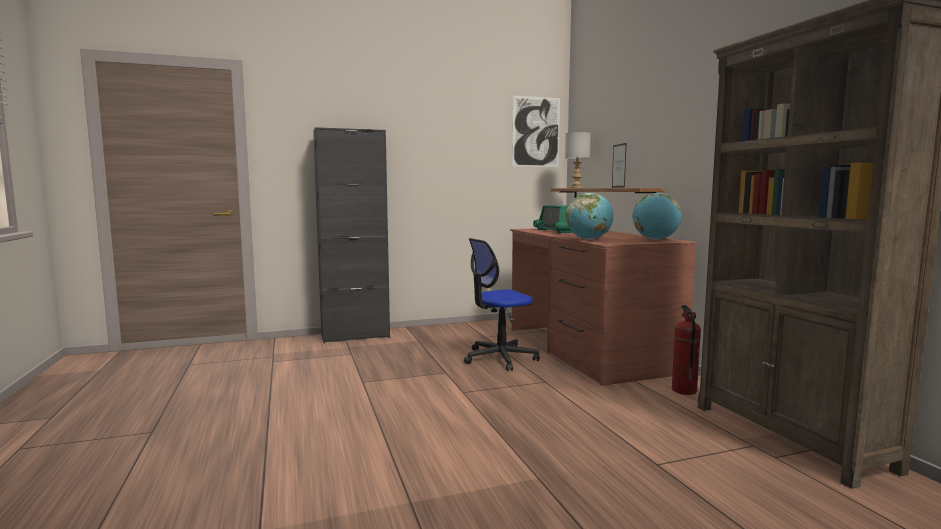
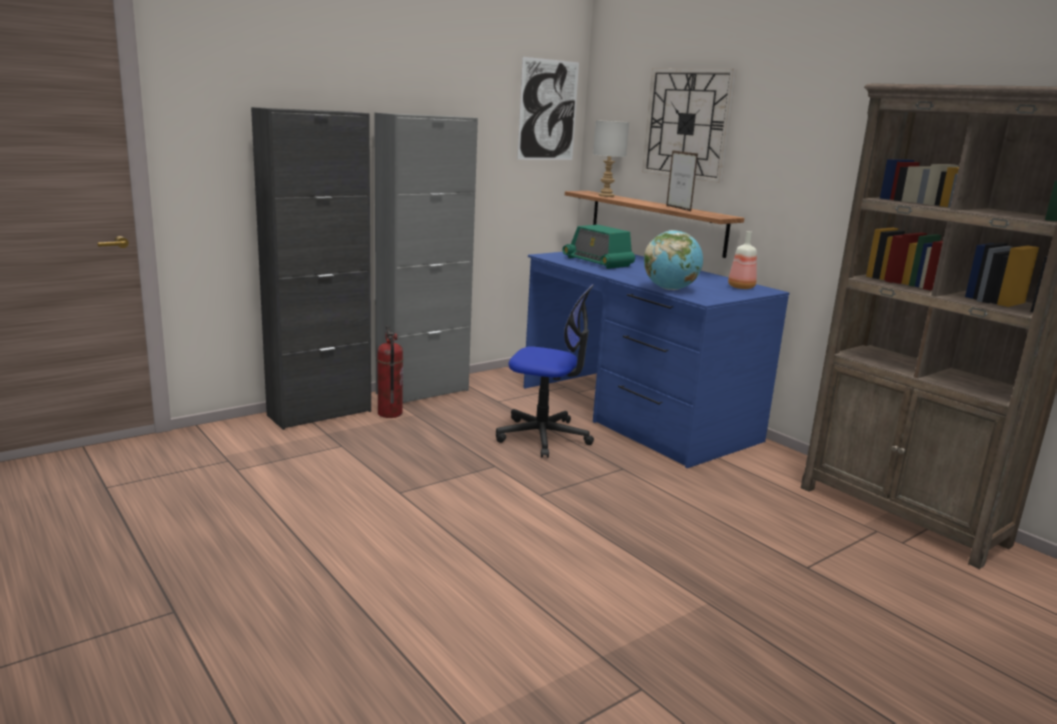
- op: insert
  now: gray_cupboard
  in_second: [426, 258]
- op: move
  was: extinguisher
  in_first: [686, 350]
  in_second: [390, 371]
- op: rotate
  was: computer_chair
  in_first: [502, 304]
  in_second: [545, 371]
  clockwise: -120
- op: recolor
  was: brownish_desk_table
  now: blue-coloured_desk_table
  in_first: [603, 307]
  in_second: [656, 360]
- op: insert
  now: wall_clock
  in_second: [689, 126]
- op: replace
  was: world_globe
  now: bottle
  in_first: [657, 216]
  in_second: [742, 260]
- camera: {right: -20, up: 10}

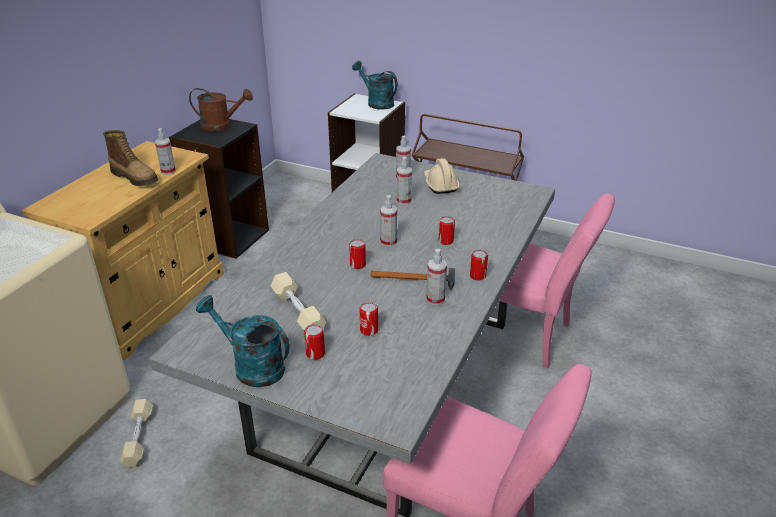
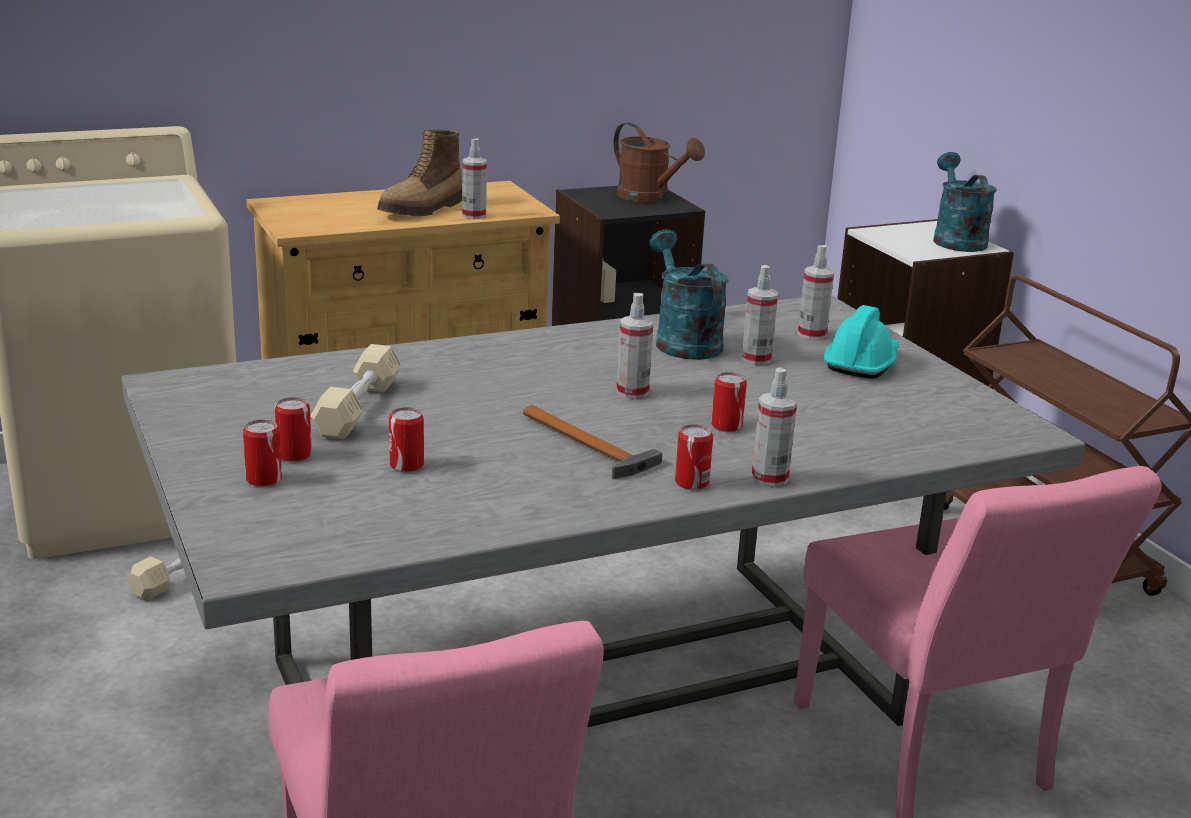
- op: move
  was: sealed_can
  in_first: [357, 254]
  in_second: [262, 453]
- op: rotate
  was: high-top_boot
  in_first: [130, 158]
  in_second: [419, 172]
  clockwise: 45
- op: move
  was: blue-green_sprinkling_can
  in_first: [243, 341]
  in_second: [688, 294]
- op: move
  was: sprayer
  in_first: [436, 277]
  in_second: [774, 427]
- op: recolor
  was: beige-coloured_hard_hat
  now: blue-green_hard_hat
  in_first: [442, 176]
  in_second: [861, 342]
- camera: {right: 40, up: -10}

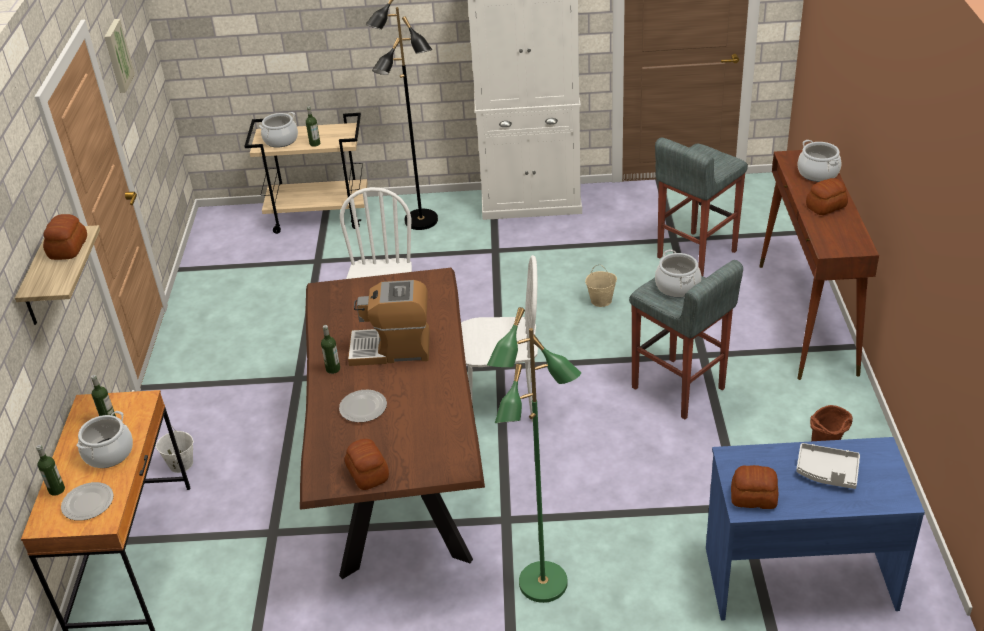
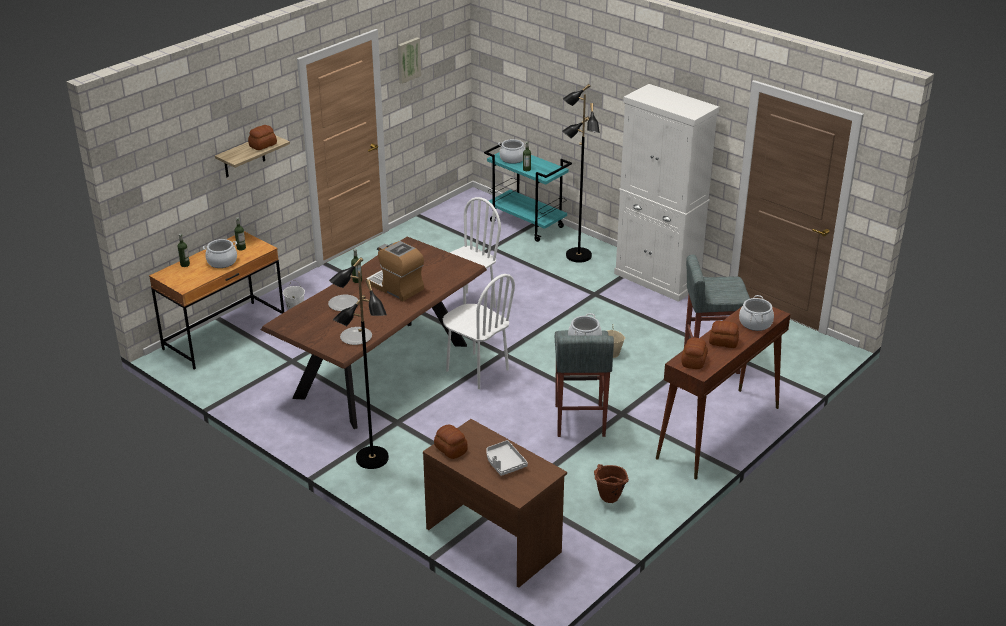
- op: recolor
  was: green_floor_lamp
  now: blackish_floor_lamp
  in_first: [534, 455]
  in_second: [359, 363]
- op: move
  was: flat_dish
  in_first: [87, 501]
  in_second: [356, 336]
- op: recolor
  was: blue-coloured_desk_table
  now: brownish_desk_table
  in_first: [815, 529]
  in_second: [495, 503]
- op: recolor
  was: beige-coloured_cart
  now: blue-green_cart
  in_first: [306, 173]
  in_second: [528, 190]
- op: move
  was: bakery_bread
  in_first: [366, 464]
  in_second: [694, 353]
- camera: {right: 40, up: -5}

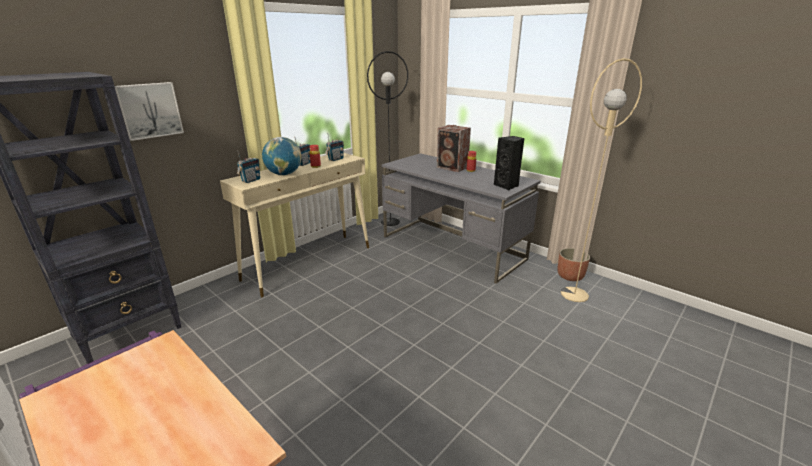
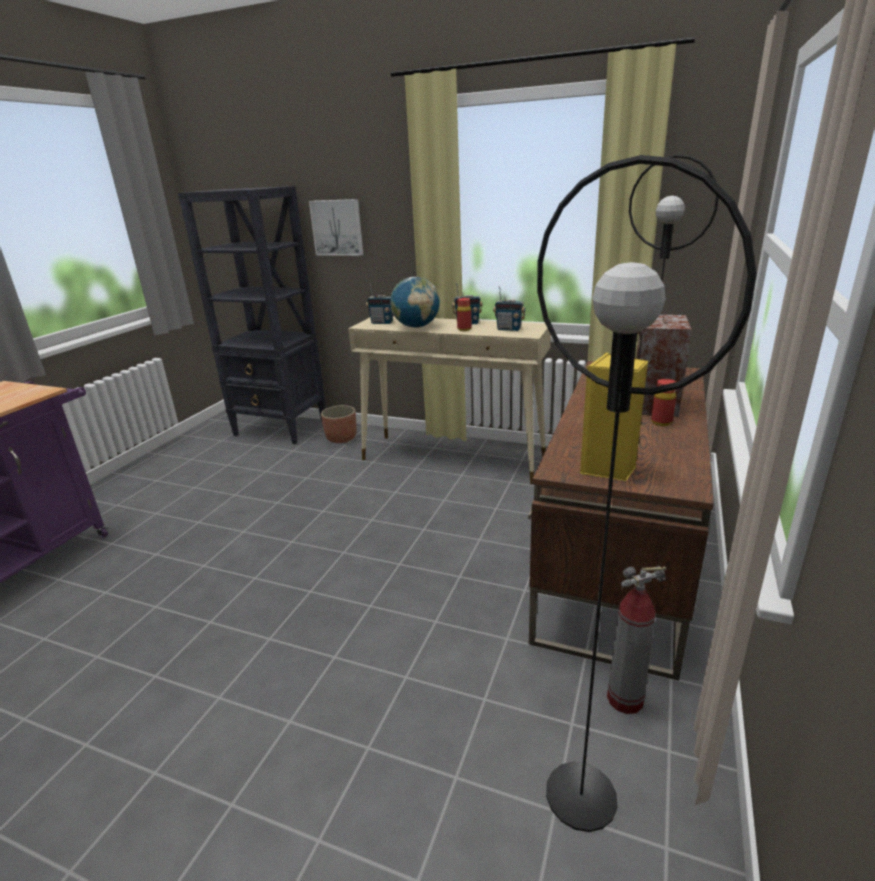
- op: move
  was: planter
  in_first: [574, 264]
  in_second: [339, 424]
- op: recolor
  was: gray_desk_table
  now: brownish_desk_table
  in_first: [461, 218]
  in_second: [621, 521]
- op: recolor
  was: beige-coloured_floor_lamp
  now: blackish_floor_lamp
  in_first: [601, 180]
  in_second: [647, 493]
- op: recolor
  was: blackish_speaker
  now: yellow-coloured_speaker
  in_first: [509, 163]
  in_second: [614, 417]
- op: insert
  now: extinguisher
  in_second: [637, 640]
- camera: {right: 70, up: 0}

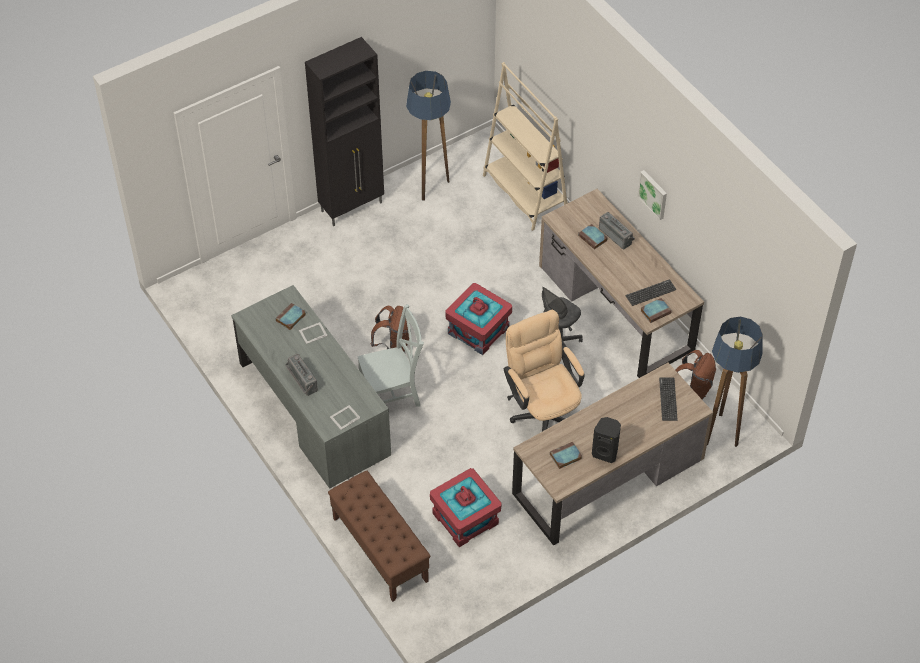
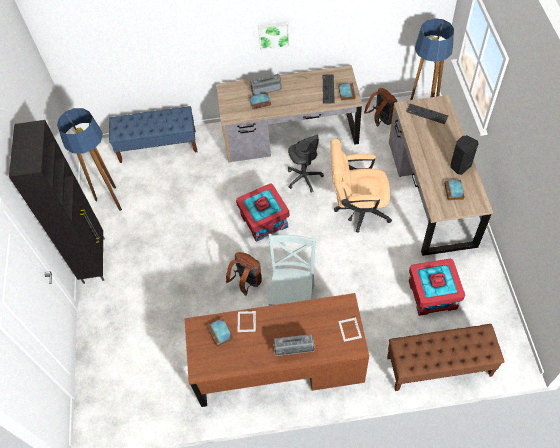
- op: replace
  was: beige-coloured_bookshelf
  now: blue-coloured_bench
  in_first: [525, 146]
  in_second: [153, 134]
- op: recolor
  was: gray_desk_table
  now: brownish_desk_table
  in_first: [311, 387]
  in_second: [277, 350]
- camera: {right: -60, up: 5}

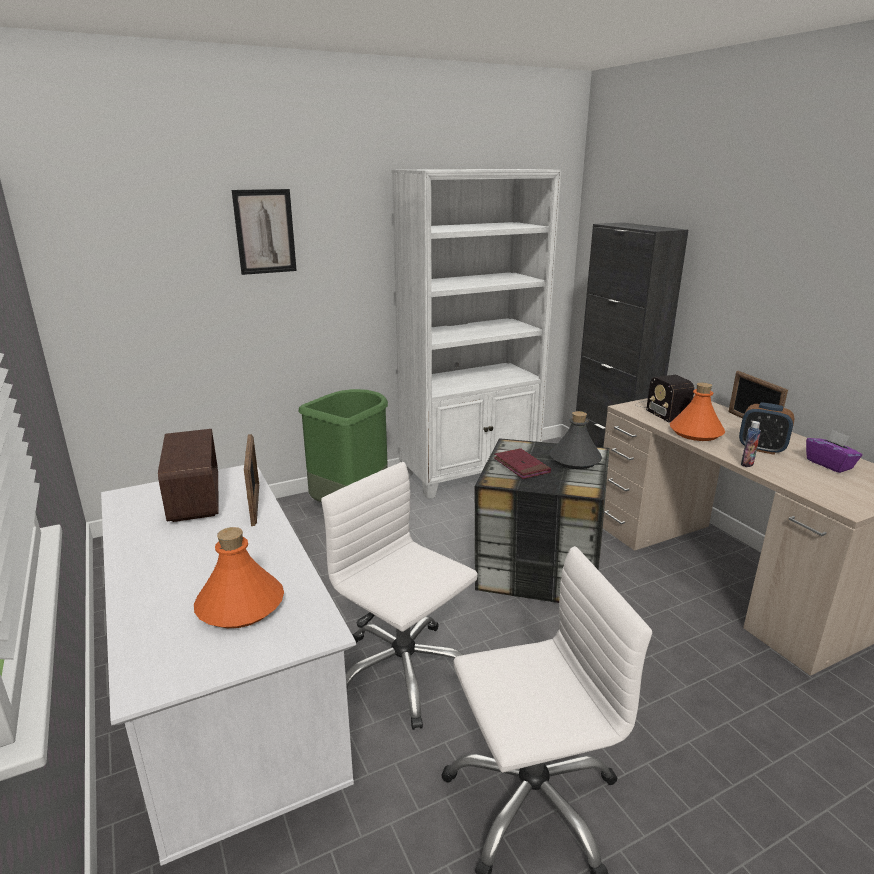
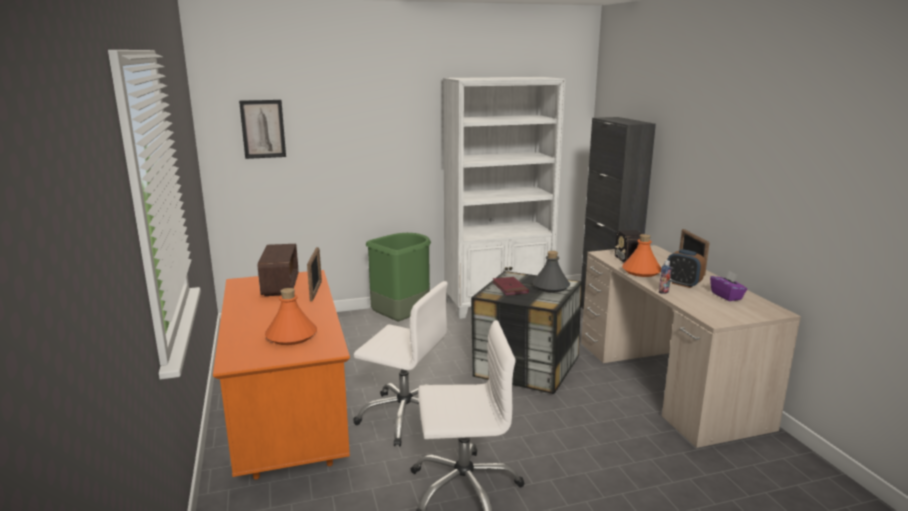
- op: recolor
  was: white_desk_table
  now: orange_desk_table
  in_first: [228, 665]
  in_second: [281, 375]
- op: move
  was: picture
  in_first: [264, 232]
  in_second: [262, 129]
- op: rotate
  was: white_computer_chair
  in_first: [399, 596]
  in_second: [400, 363]
  clockwise: 150
- camera: {right: 10, up: -5}

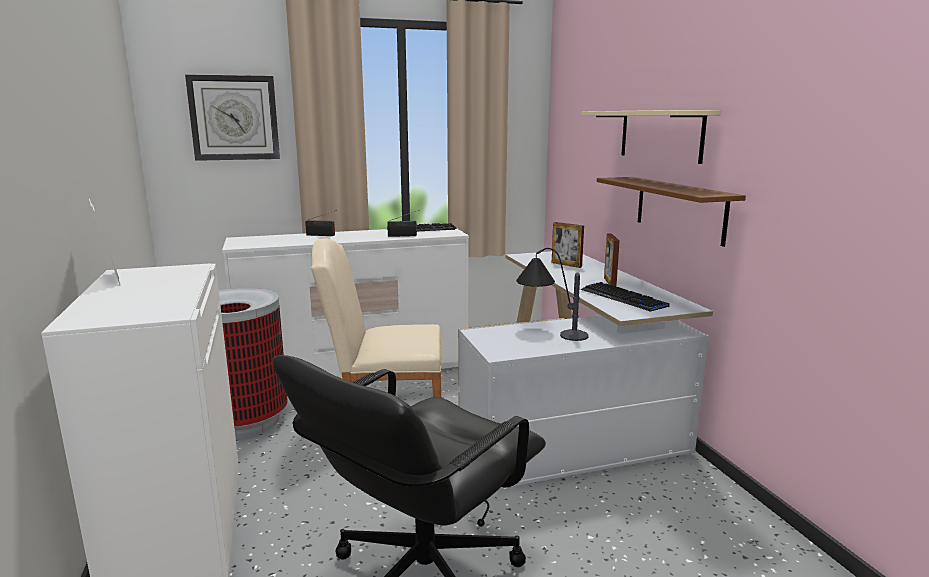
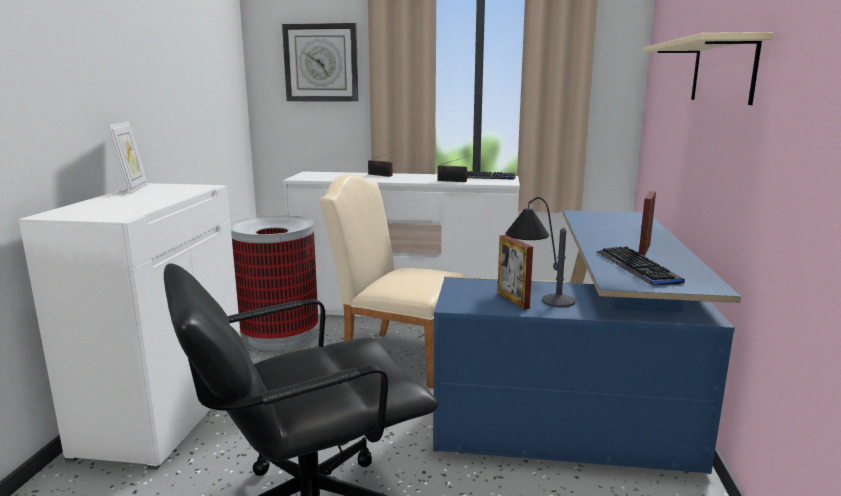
- op: recolor
  was: white_desk_table
  now: blue-coloured_desk_table
  in_first: [585, 370]
  in_second: [587, 342]
- op: move
  was: photo_frame
  in_first: [568, 245]
  in_second: [515, 272]
- op: delete
  was: brownish_shelf
  in_first: [671, 212]
- camera: {right: 25, up: 0}

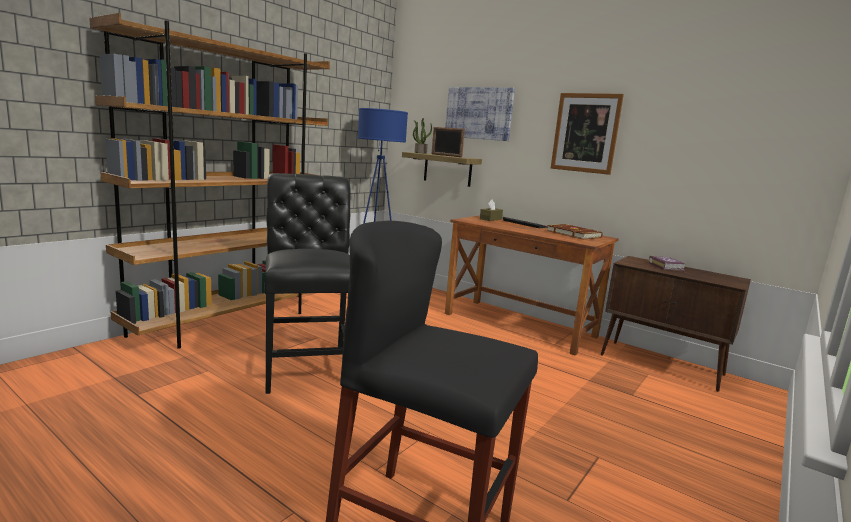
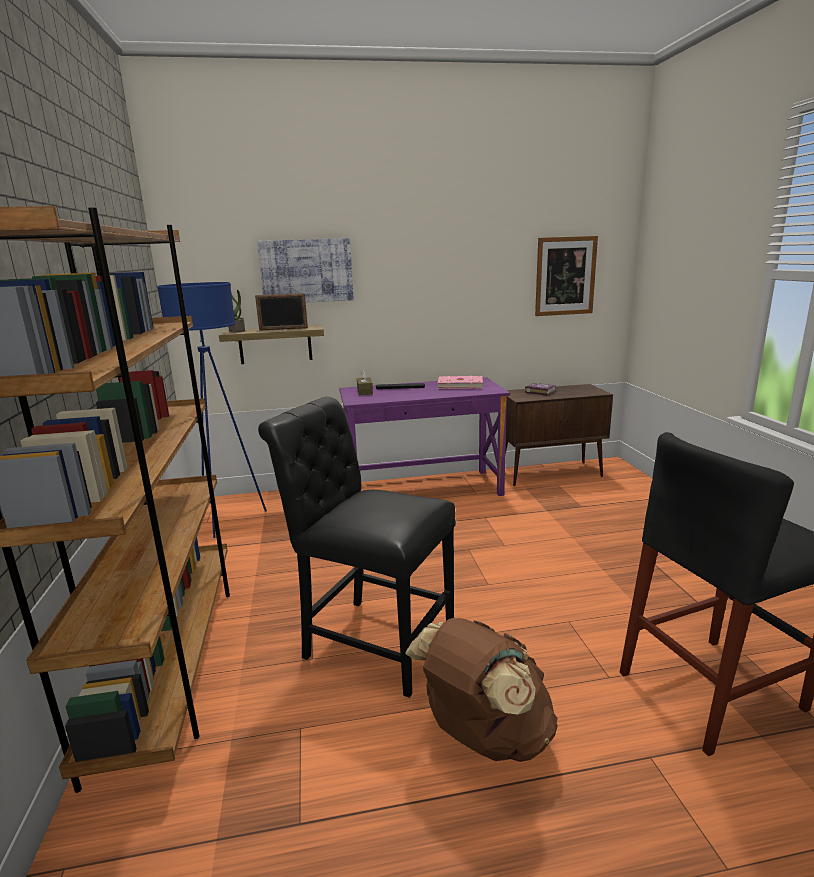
- op: recolor
  was: brownish_desk_table
  now: purple_desk_table
  in_first: [532, 286]
  in_second: [424, 436]
- op: insert
  now: brownish_backpack
  in_second: [481, 690]
- op: recolor
  was: brownish_volume
  now: pinkish_volume
  in_first: [574, 231]
  in_second: [460, 382]
- op: move
  was: picture
  in_first: [587, 134]
  in_second: [566, 276]
- camera: {right: -45, up: 5}

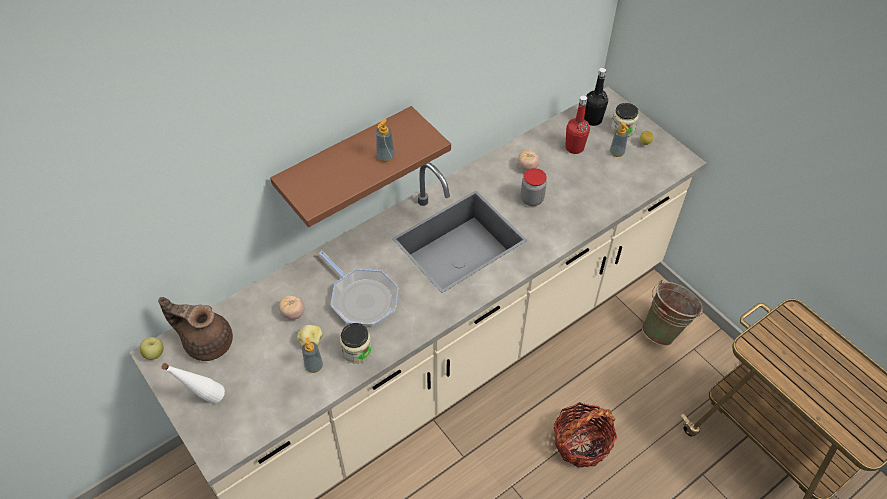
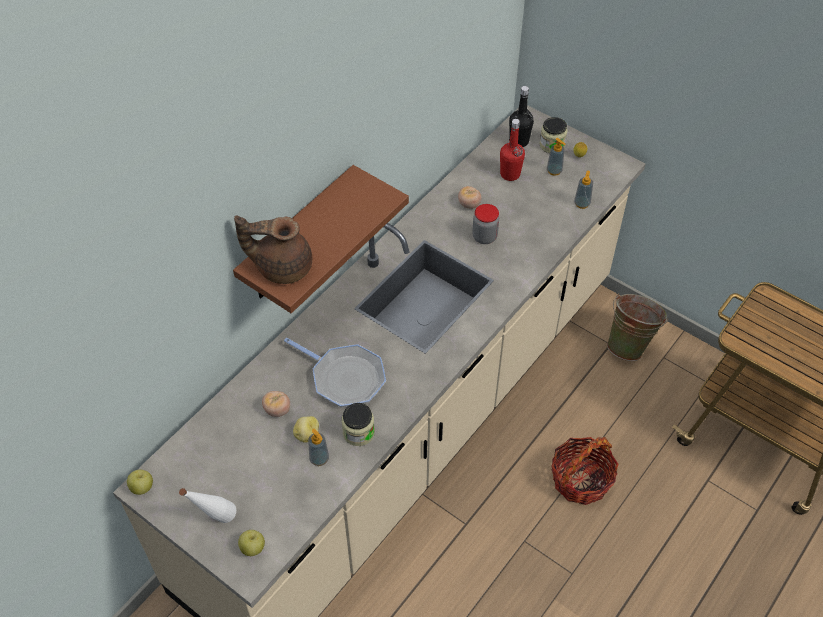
- op: move
  was: brownish_teapot
  in_first: [195, 329]
  in_second: [273, 250]
- op: insert
  now: whole_apple
  in_second: [251, 543]
- op: move
  was: soap_dispenser
  in_first: [385, 140]
  in_second: [583, 190]
- camera: {right: -15, up: 0}

